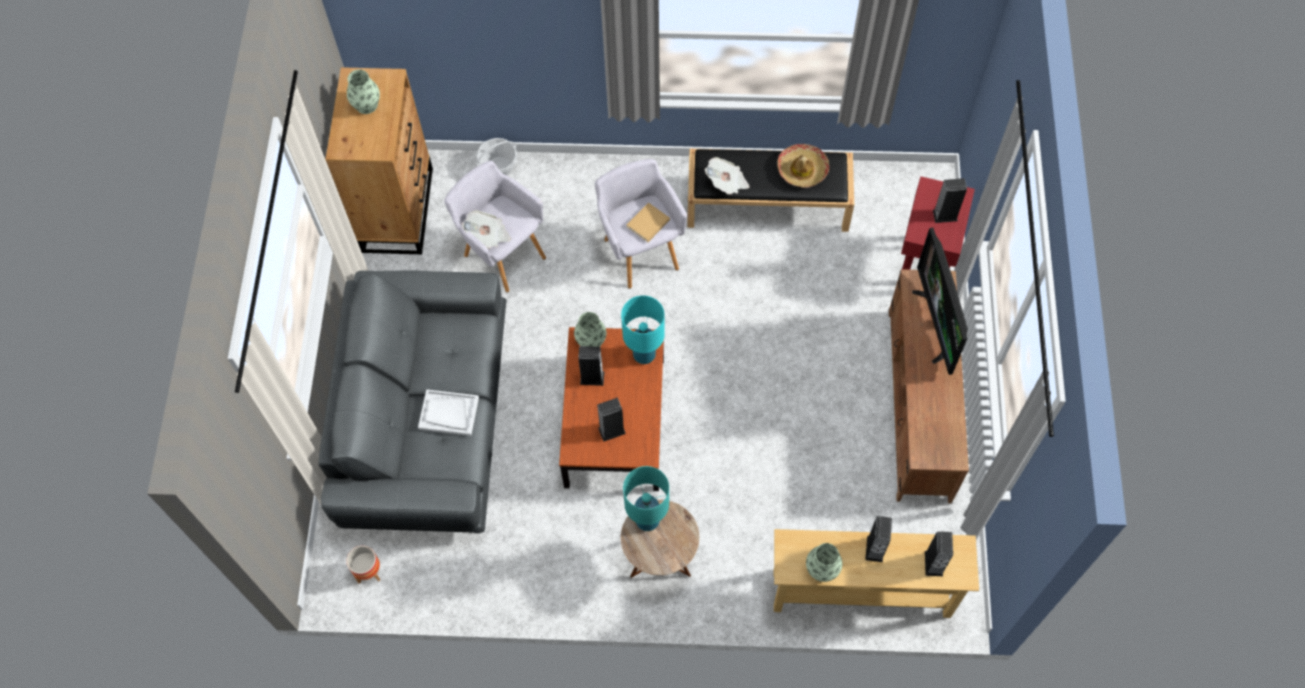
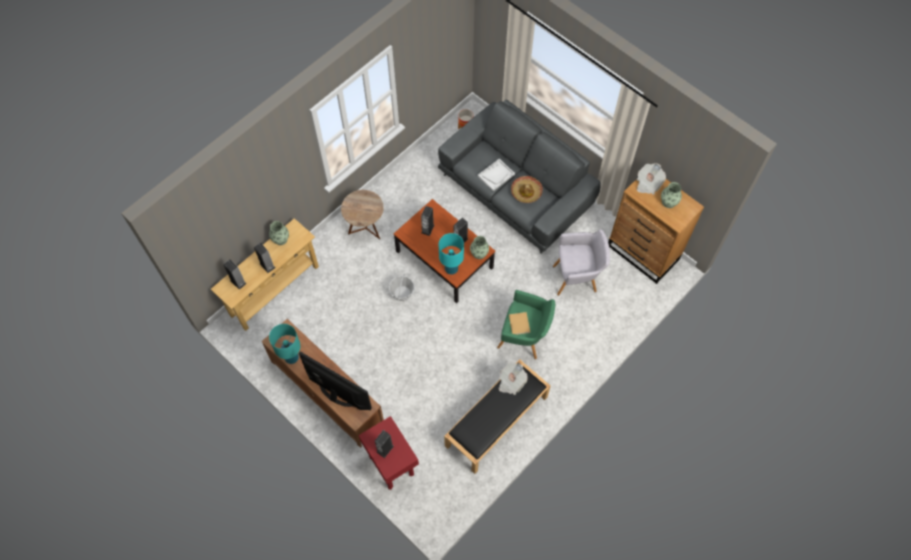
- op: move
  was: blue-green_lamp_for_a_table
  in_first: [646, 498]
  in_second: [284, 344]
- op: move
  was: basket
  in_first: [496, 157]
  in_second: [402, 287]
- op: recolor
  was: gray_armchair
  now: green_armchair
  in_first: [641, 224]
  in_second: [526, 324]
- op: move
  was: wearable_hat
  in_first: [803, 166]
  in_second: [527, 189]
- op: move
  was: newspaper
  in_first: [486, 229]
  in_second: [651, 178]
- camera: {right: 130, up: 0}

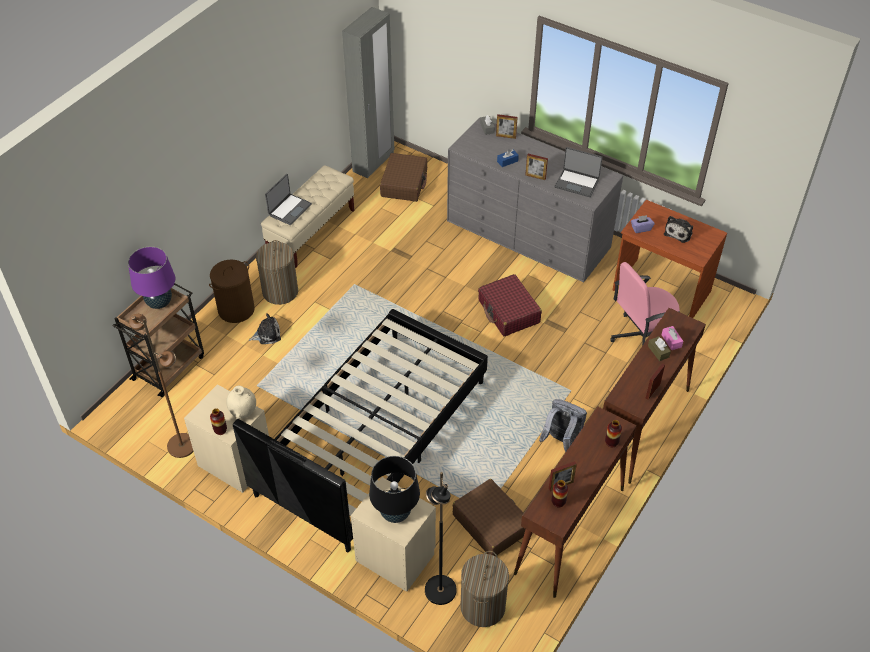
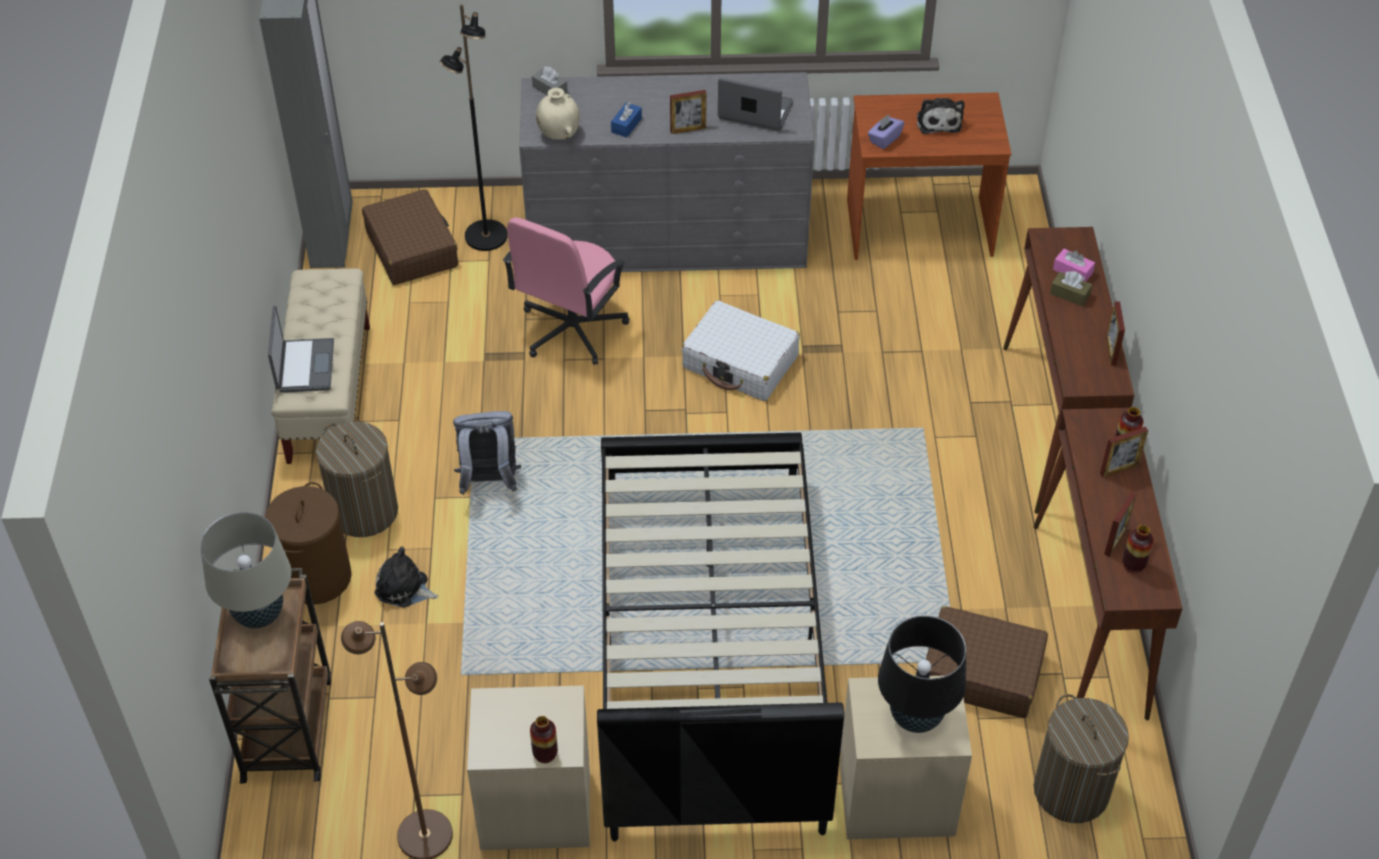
- op: recolor
  was: purple_lamp_for_a_table
  now: beige-coloured_lamp_for_a_table
  in_first: [151, 277]
  in_second: [245, 570]
- op: rotate
  was: plush_toy
  in_first: [265, 328]
  in_second: [406, 577]
  clockwise: -105
- op: move
  was: blackish_floor_lamp
  in_first: [441, 538]
  in_second: [474, 127]
- op: move
  was: gray_backpack
  in_first: [563, 425]
  in_second: [487, 453]
- op: move
  was: pinkish_computer_chair
  in_first: [645, 304]
  in_second: [566, 291]
- op: move
  was: beige-coloured_flower_vase
  in_first: [241, 402]
  in_second: [558, 114]
- op: recolor
  was: red-coloured_piece_of_luggage
  now: white_piece_of_luggage
  in_first: [510, 305]
  in_second: [740, 350]
- op: rotate
  was: notebook_computer
  in_first: [579, 172]
  in_second: [755, 104]
  clockwise: -150
- op: move
  was: photo_frame
  in_first: [506, 126]
  in_second: [1124, 452]
- camera: {right: -35, up: 0}

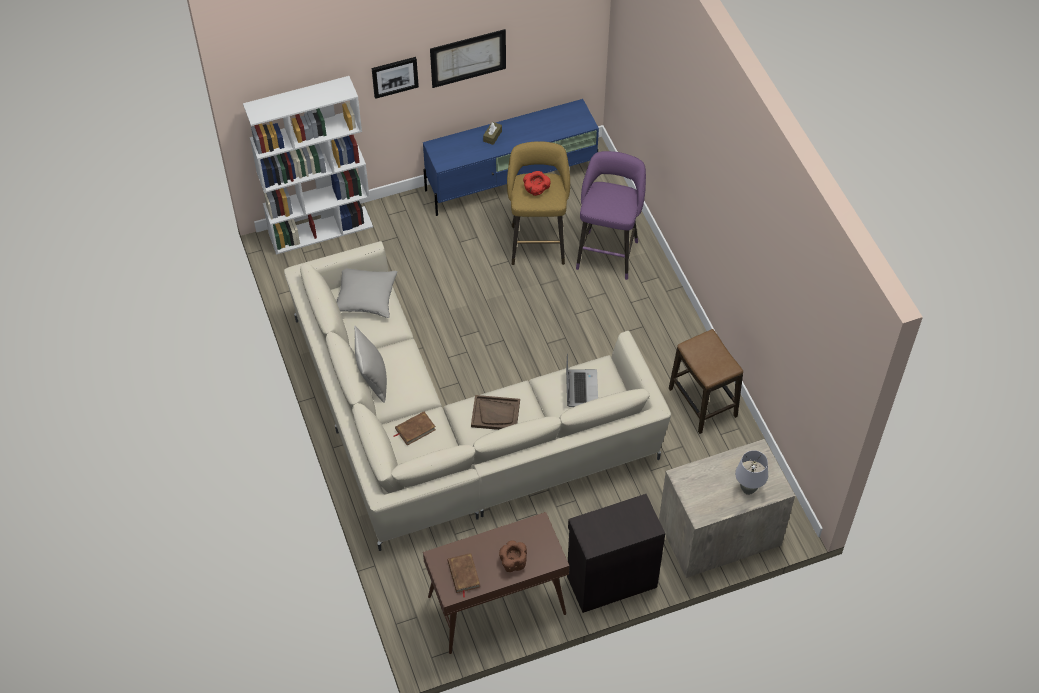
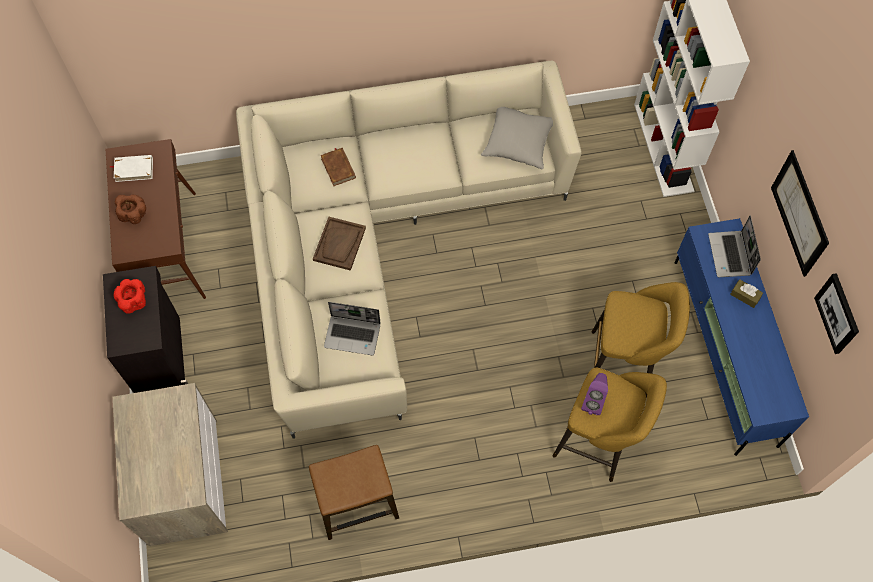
- op: recolor
  was: brownish_volume
  now: white_volume
  in_first: [463, 575]
  in_second: [131, 168]
- op: move
  was: red-coloured_serving_bowl
  in_first: [536, 183]
  in_second: [130, 296]
- op: recolor
  was: purple_stool
  now: yellow-coloured_stool
  in_first: [611, 215]
  in_second: [610, 425]
- op: insert
  now: purple_speaker
  in_second: [594, 394]
- op: insert
  now: notebook_computer
  in_second: [734, 246]
- op: move
  was: picture
  in_first: [395, 78]
  in_second: [836, 313]
- op: delete
  was: gray_pillow
  in_first: [370, 364]
- op: delete
  was: gray_lamp_for_a_table
  in_first: [751, 472]
- camera: {right: 100, up: 10}

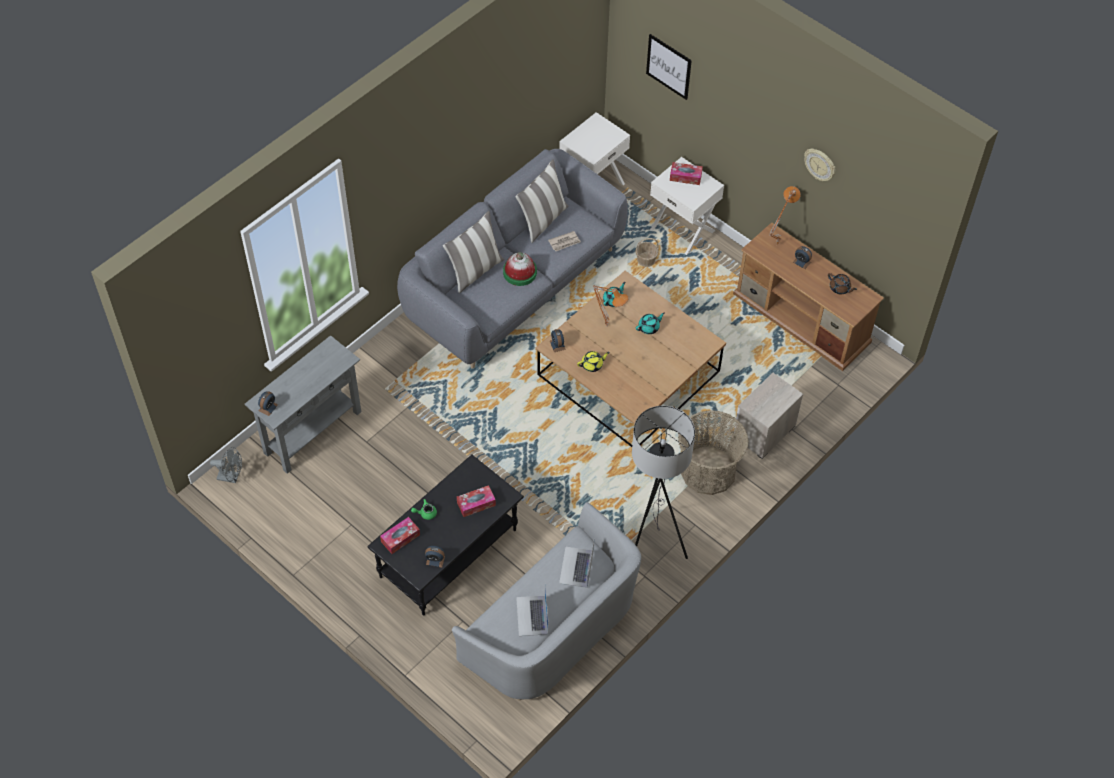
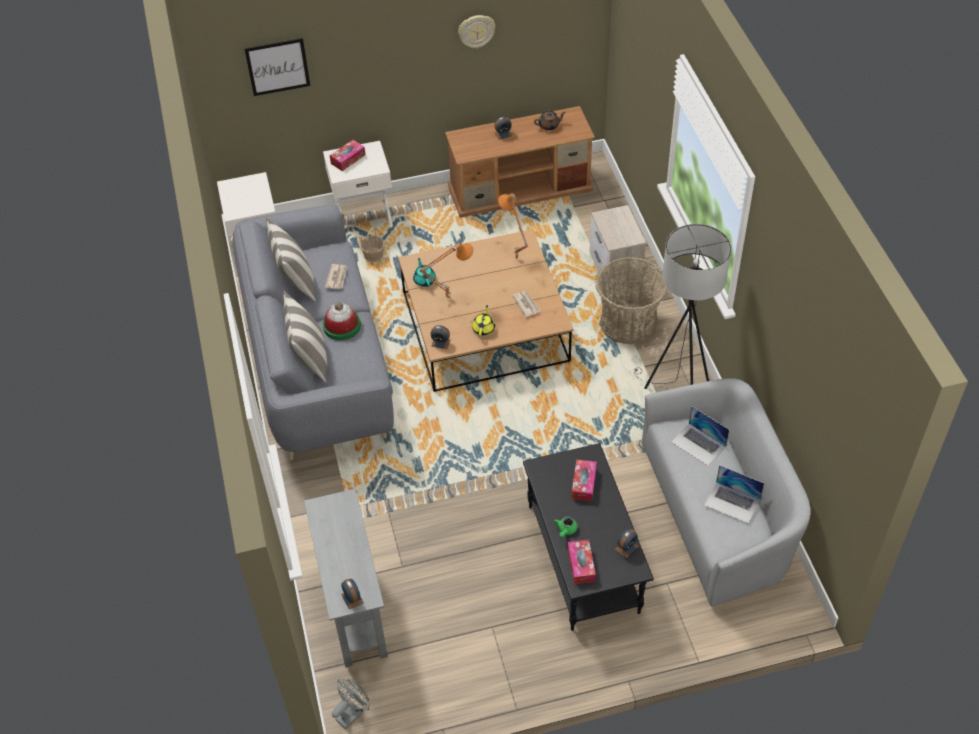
- op: move
  was: orange_lamp_for_a_table
  in_first: [785, 215]
  in_second: [513, 226]
- op: insert
  now: newspaper
  in_second: [526, 304]
- op: delete
  was: blue-green_teapot
  in_first: [650, 323]
- camera: {right: -55, up: -5}

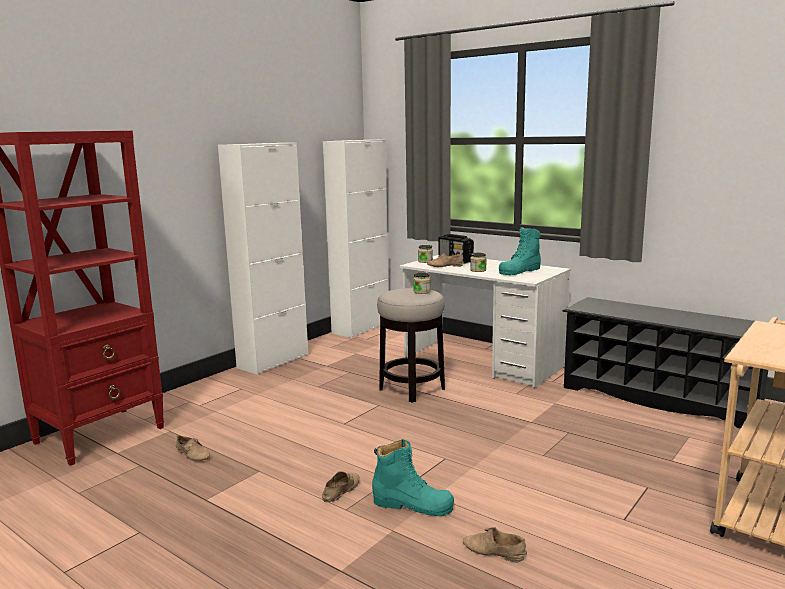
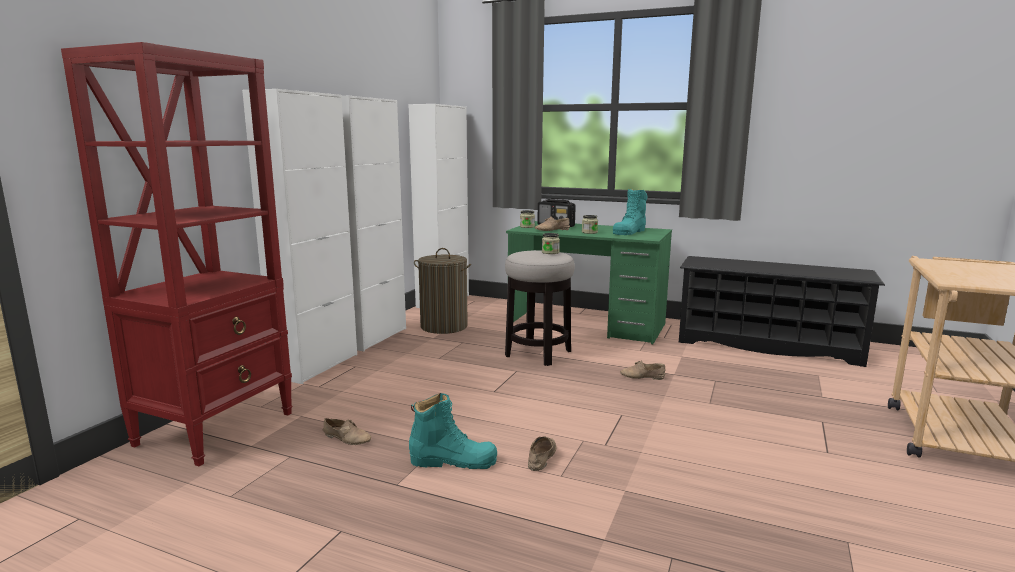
- op: insert
  now: white_cupboard
  in_second: [299, 236]
- op: move
  was: blue-green_high-top_boot
  in_first: [413, 478]
  in_second: [453, 431]
- op: insert
  now: hamper
  in_second: [442, 291]
- op: recolor
  was: white_desk_table
  now: green_desk_table
  in_first: [485, 321]
  in_second: [589, 283]
- op: move
  was: beige-coloured_item_of_footwear
  in_first: [495, 545]
  in_second: [643, 370]
- camera: {right: -15, up: 0}

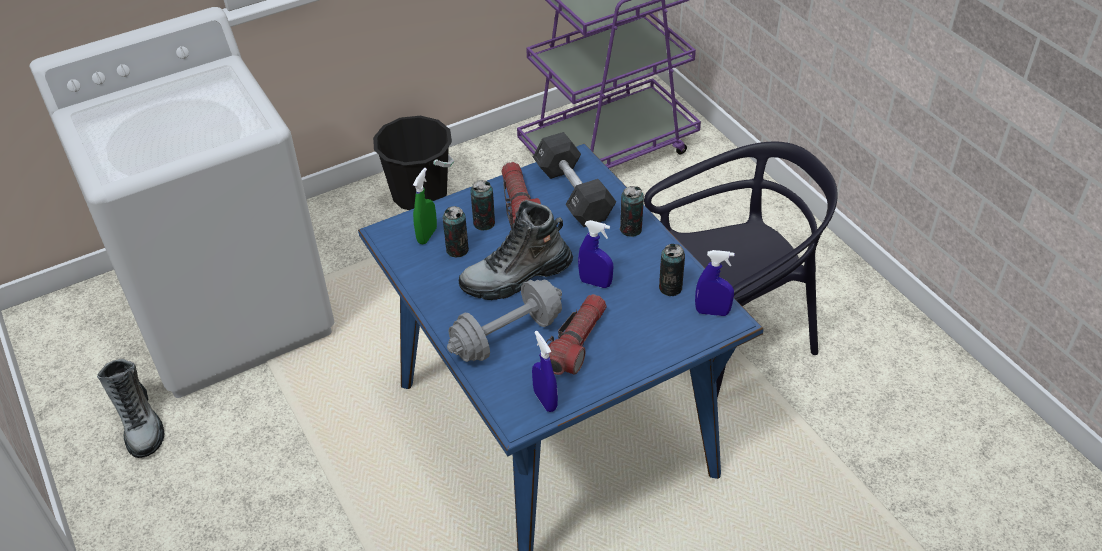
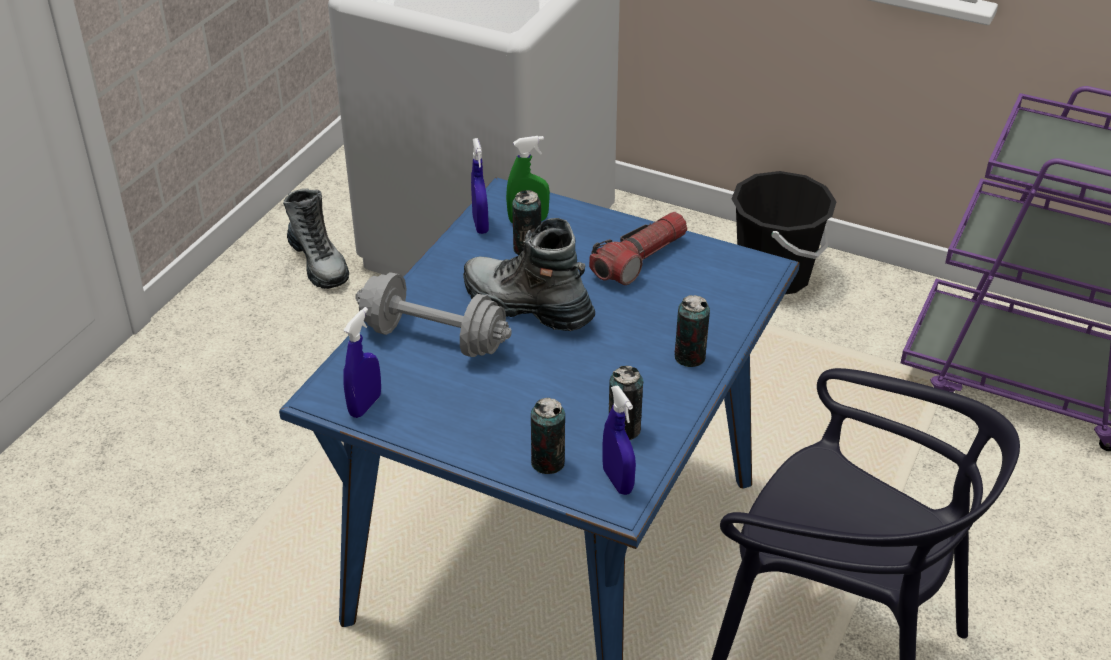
- op: rotate
  was: high-top_boot
  in_first: [131, 408]
  in_second: [316, 238]
  clockwise: -60
- op: move
  was: blue-coloured_sprayer
  in_first: [595, 254]
  in_second: [480, 186]
- op: move
  was: sealed_can
  in_first: [483, 205]
  in_second: [548, 436]
- op: delete
  was: blackish_dumbbell
  in_first: [574, 179]
- op: delete
  was: hand_torch
  in_first: [576, 334]
- camera: {right: 55, up: -5}

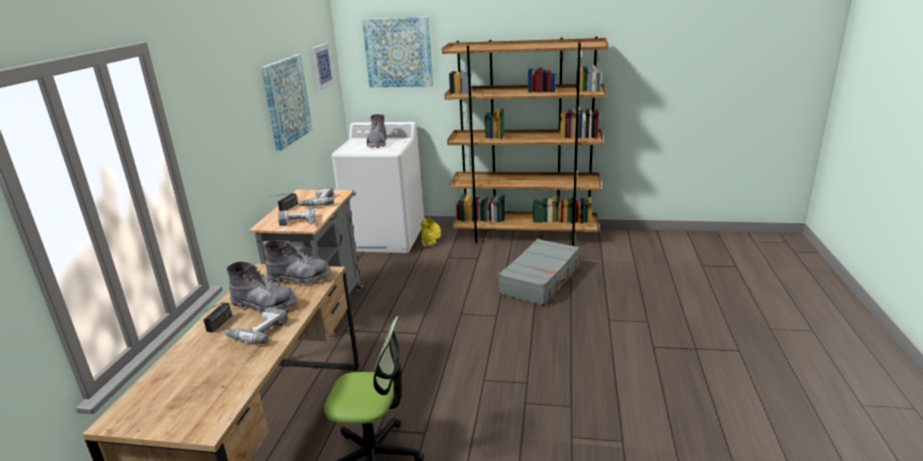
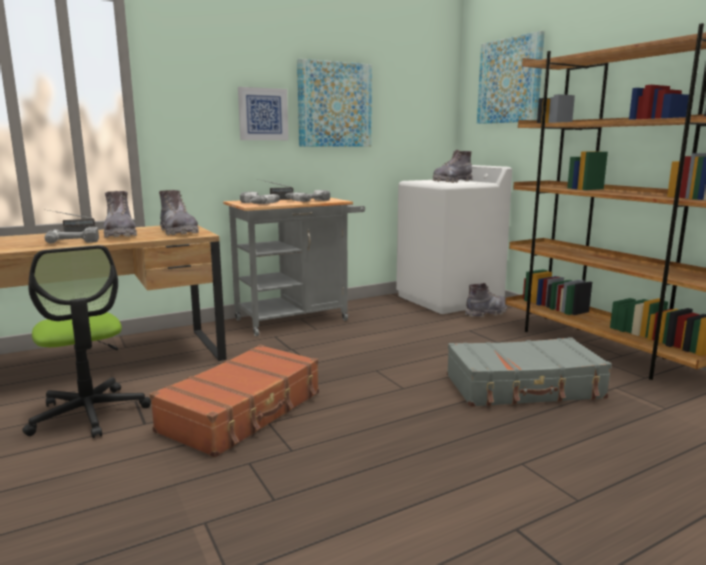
- op: insert
  now: brownish_piece_of_luggage
  in_second: [234, 401]
- op: move
  was: picture
  in_first: [323, 67]
  in_second: [263, 113]
- op: recolor
  was: yellow-coloured_high-top_boot
  now: gray_high-top_boot
  in_first: [431, 232]
  in_second: [486, 300]
- camera: {right: 50, up: -10}

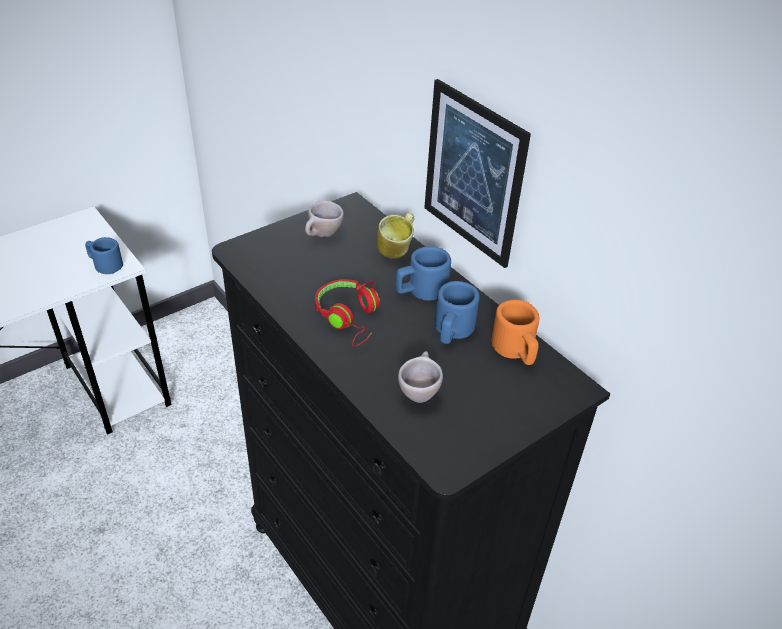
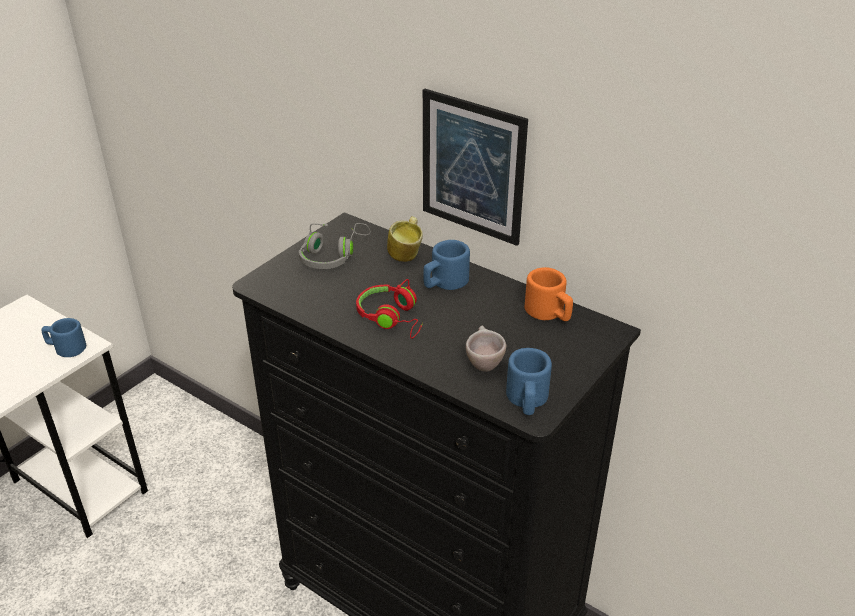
- op: replace
  was: beige-coloured_drinking_cup
  now: gray_headset
  in_first: [324, 219]
  in_second: [334, 246]
- op: move
  was: blue-coloured_coffee_mug
  in_first: [457, 312]
  in_second: [529, 381]
- camera: {right: -15, up: -5}

